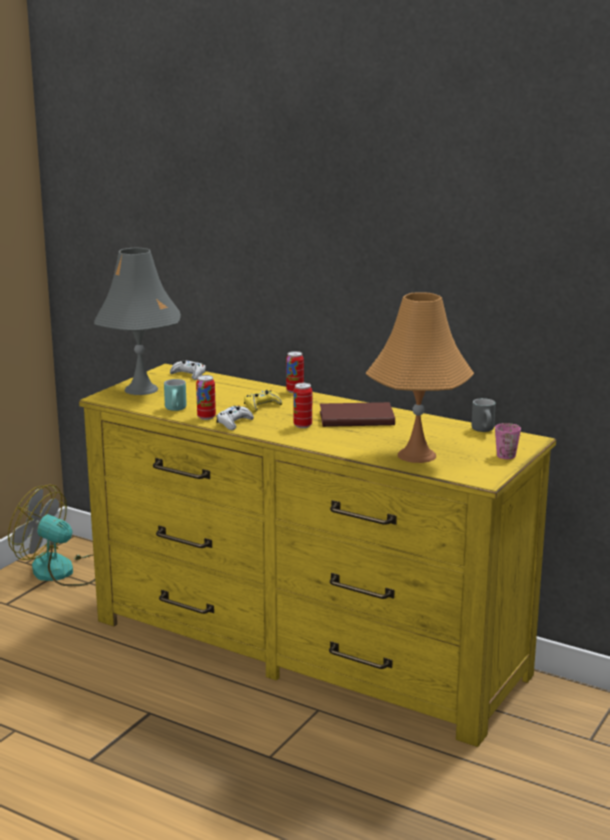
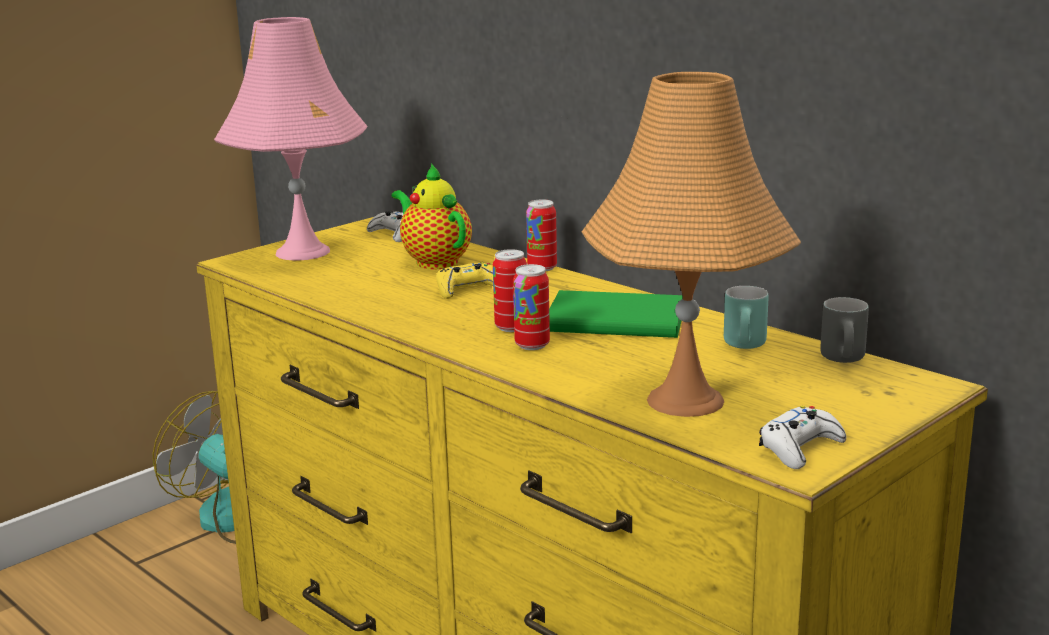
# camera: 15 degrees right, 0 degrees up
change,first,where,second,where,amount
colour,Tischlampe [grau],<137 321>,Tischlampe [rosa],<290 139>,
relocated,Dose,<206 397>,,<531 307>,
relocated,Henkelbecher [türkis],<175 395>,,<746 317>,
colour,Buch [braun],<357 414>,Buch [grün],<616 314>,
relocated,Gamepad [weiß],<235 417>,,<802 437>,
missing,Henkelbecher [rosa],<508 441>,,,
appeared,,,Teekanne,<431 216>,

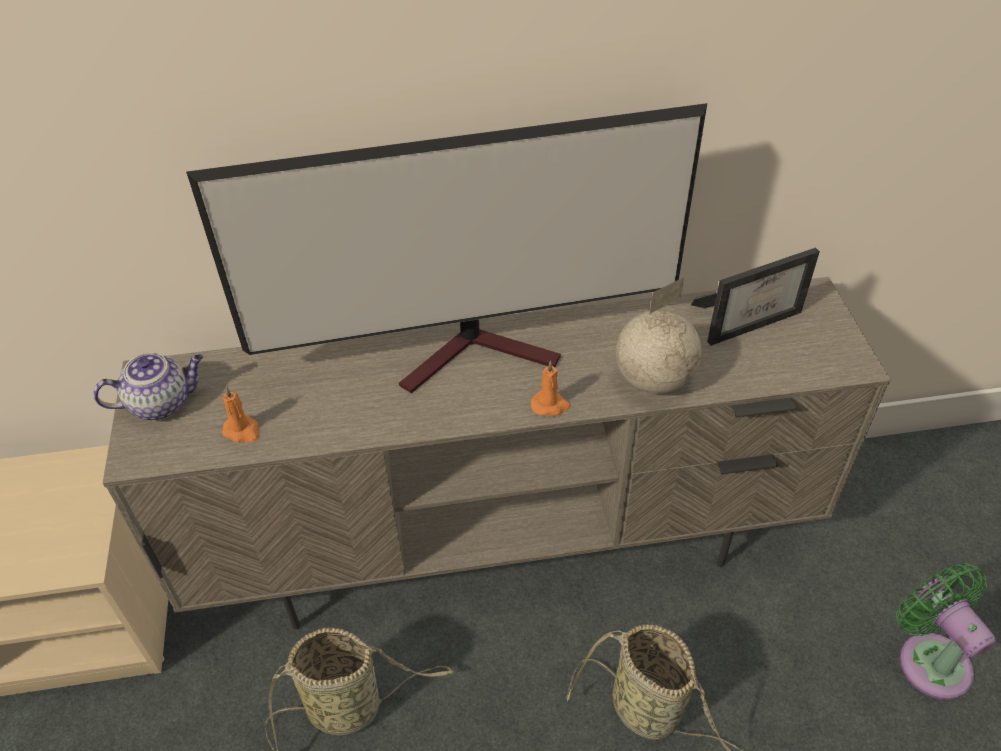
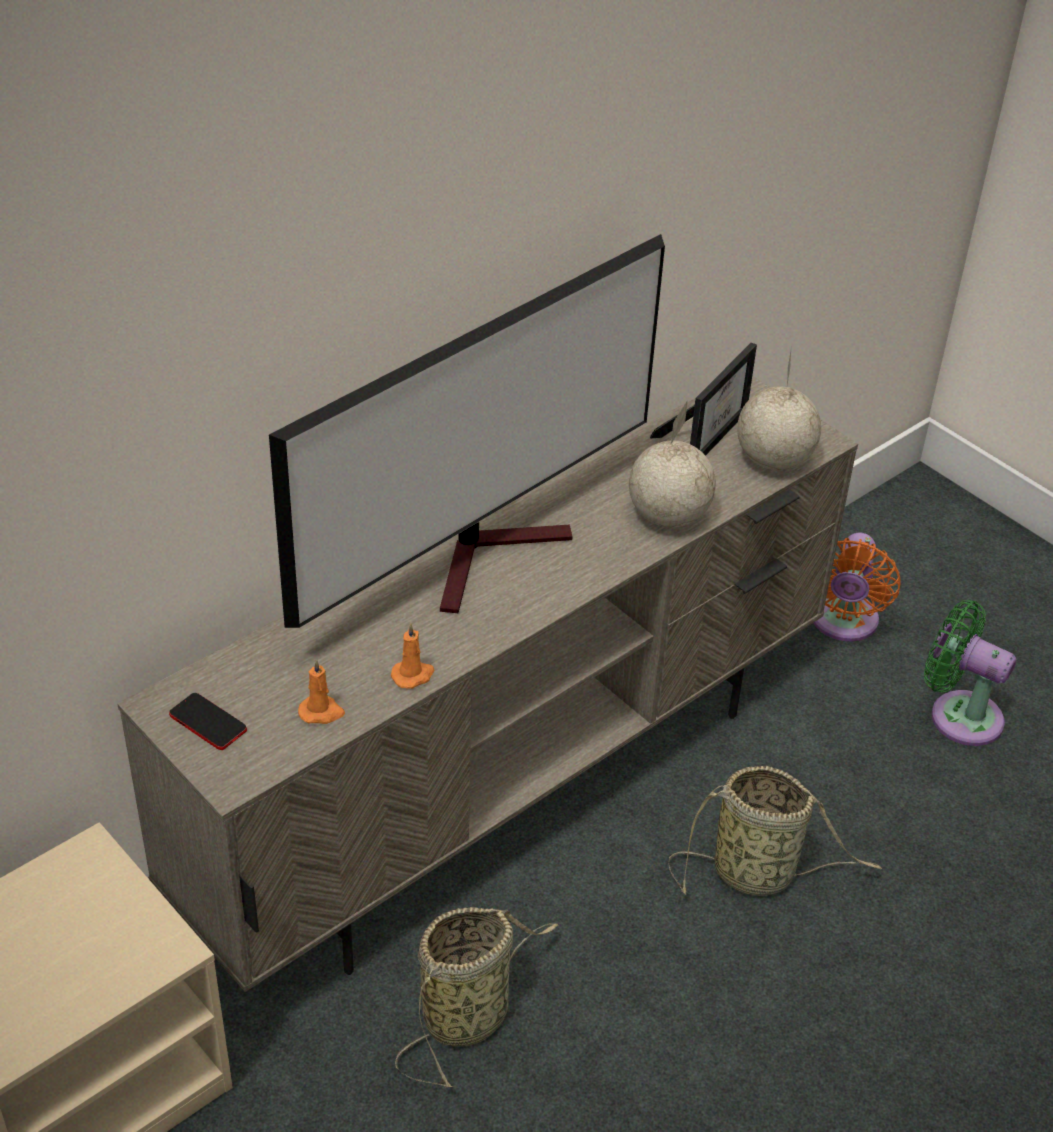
# camera: 35 degrees left, 5 degrees down
change,first,where,second,where,amount
exchanged,Teekanne,<148 387>,Handy,<208 721>,
relocated,Kerze [orange],<551 388>,,<412 656>,
appeared,,,Globus,<779 410>,
appeared,,,Ventilator [orange],<857 587>,

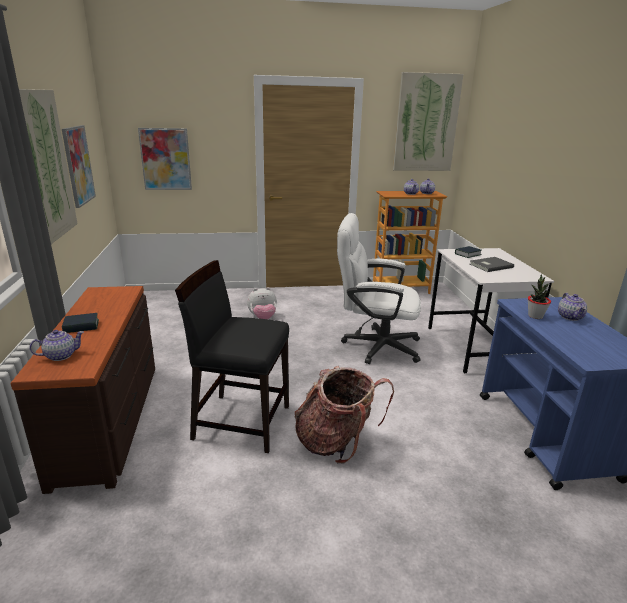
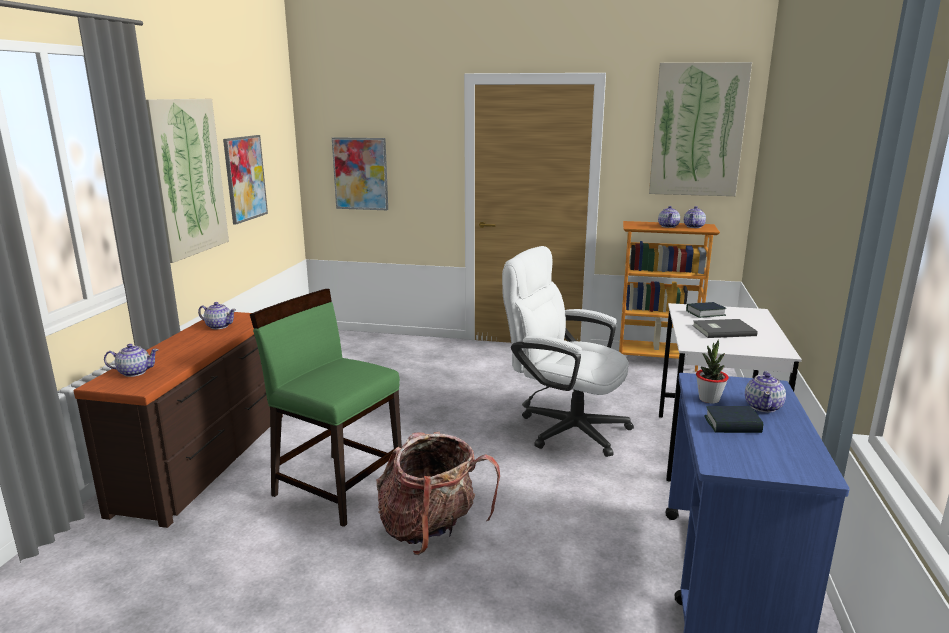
# camera: 20 degrees right, 5 degrees down
change,first,where,second,where,amount
colour,Stuhl [schwarz],<232 356>,Stuhl [grün],<326 408>,
missing,Plüschtier,<262 303>,,,
relocated,Buch,<80 323>,,<733 419>,
appeared,,,Teekanne,<217 315>,

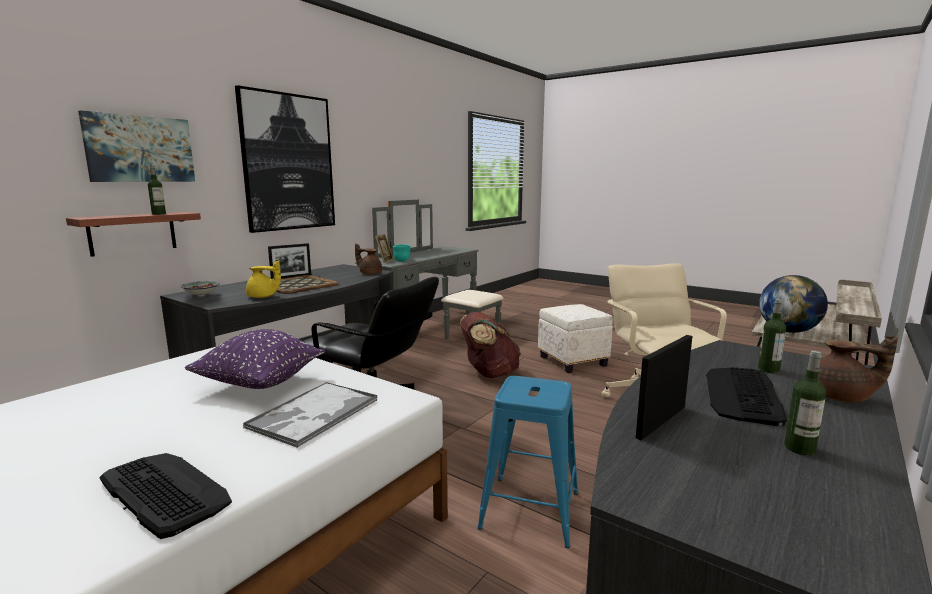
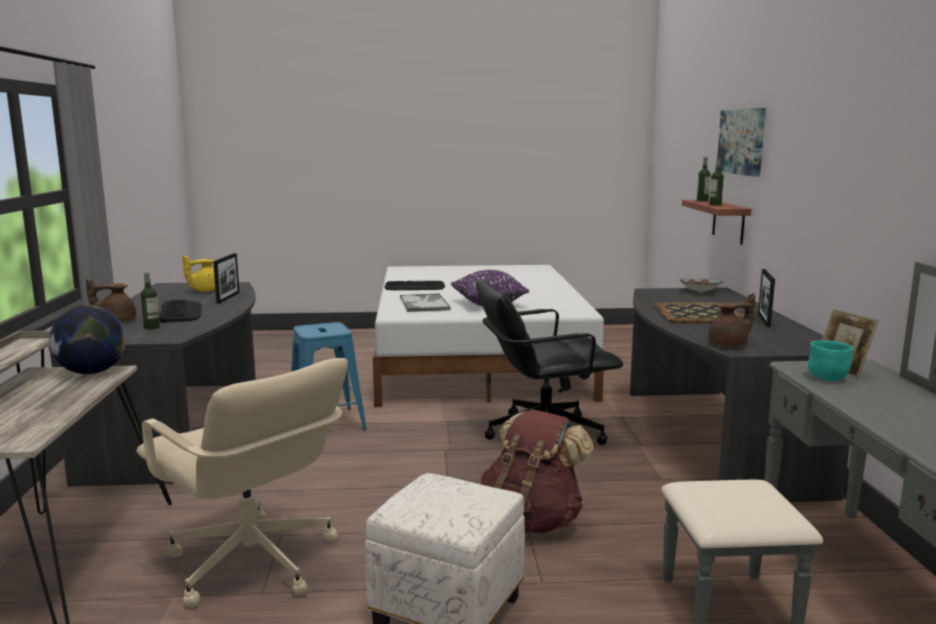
# camera: 140 degrees right, 0 degrees up
change,first,where,second,where,amount
missing,Bild,<285 159>,,,
relocated,Teekanne [gelb],<263 279>,,<199 273>,
relocated,Flasche,<805 403>,,<703 179>,

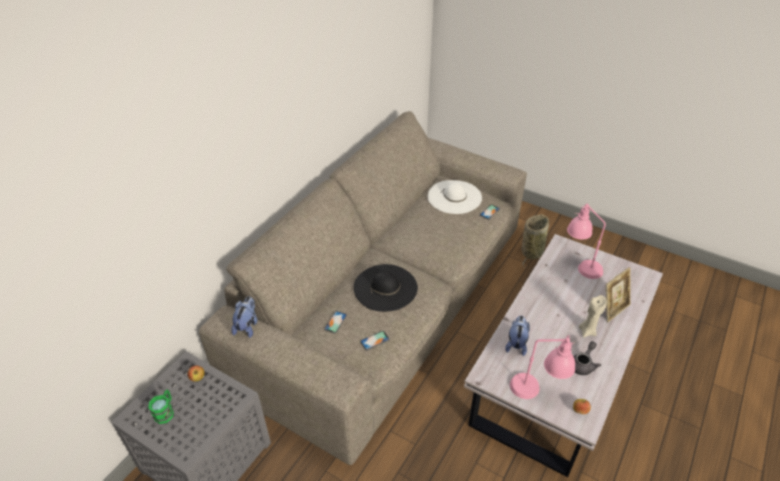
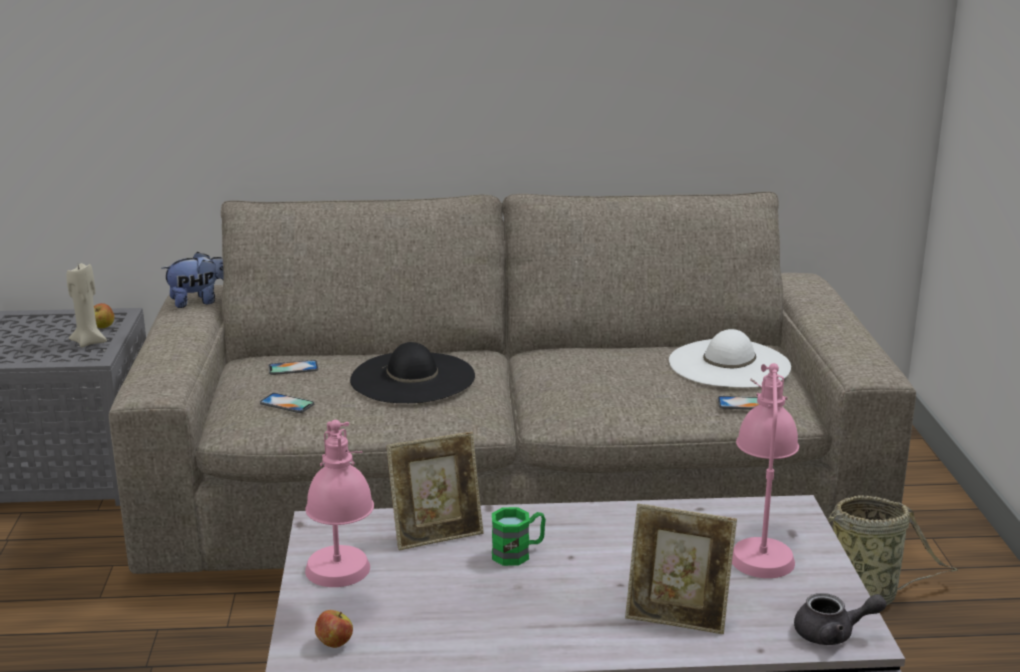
# camera: 55 degrees right, 20 degrees down
change,first,where,second,where,amount
relocated,Kerze [beige],<593 316>,,<87 305>,
exchanged,Plüschtier,<517 335>,Bilderrahmen,<435 491>,
relocated,Teekanne [grau],<587 358>,,<840 619>,
relocated,Henkelbecher [grün],<161 407>,,<519 536>,

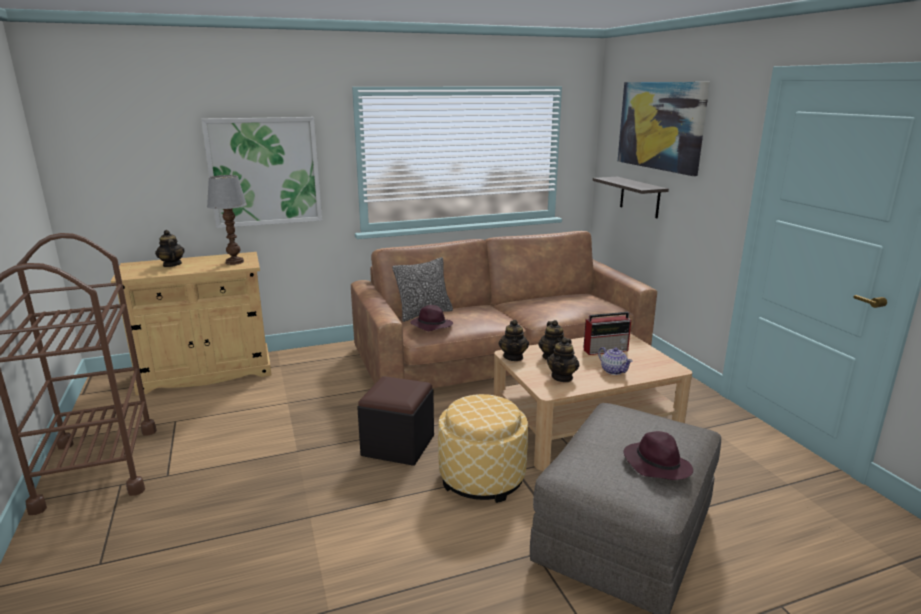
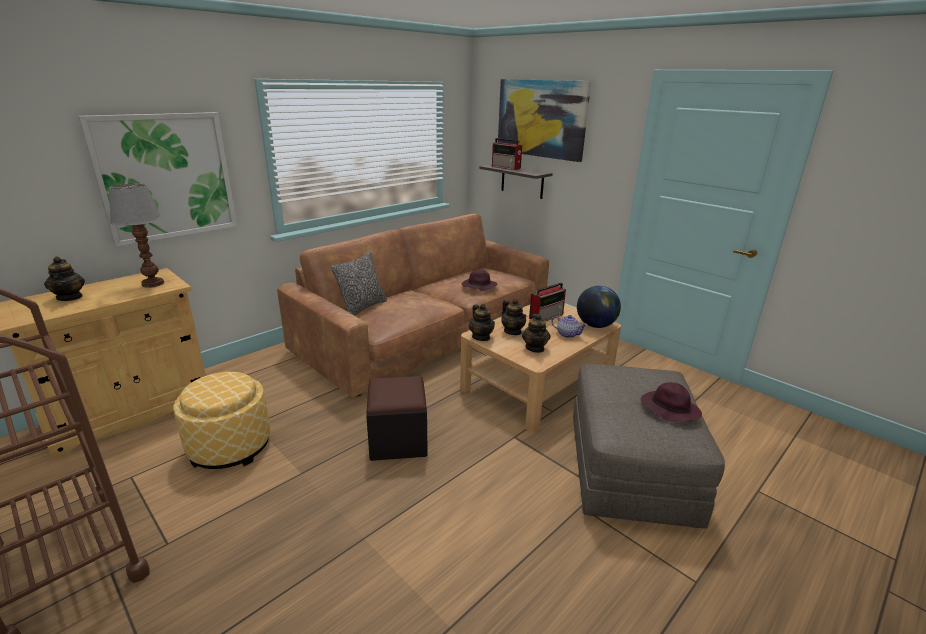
# camera: 25 degrees left, 5 degrees up
change,first,where,second,where,amount
spun,Teekanne,<170 248>,,<64 279>,150 degrees counterclockwise
relocated,Hut [lila],<431 318>,,<479 280>,
relocated,Polsterhocker,<483 448>,,<221 420>,
appeared,,,Radio,<507 154>,
appeared,,,Globus,<599 307>,

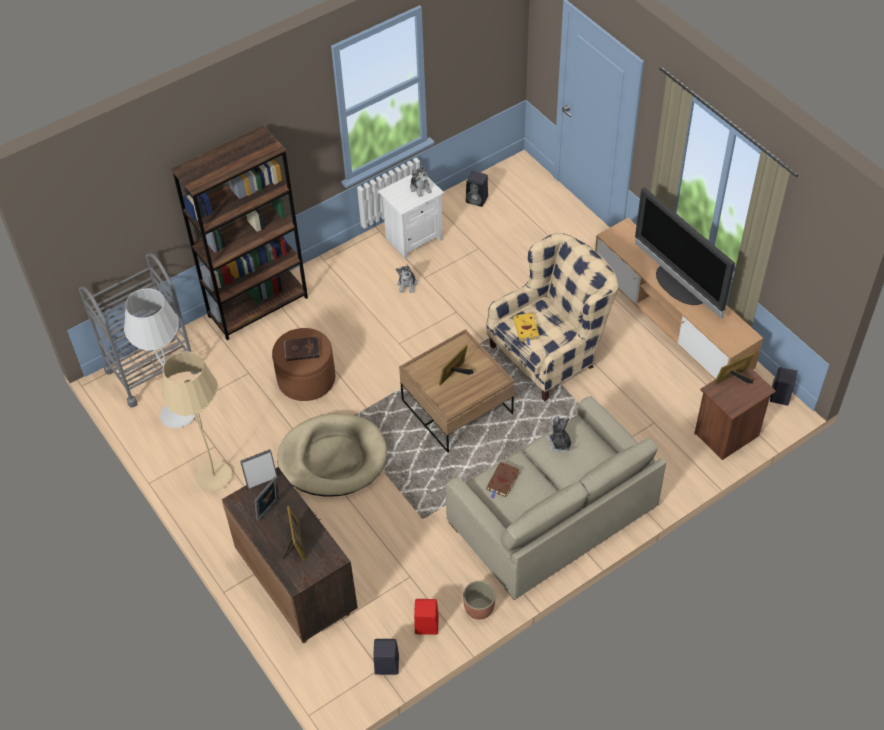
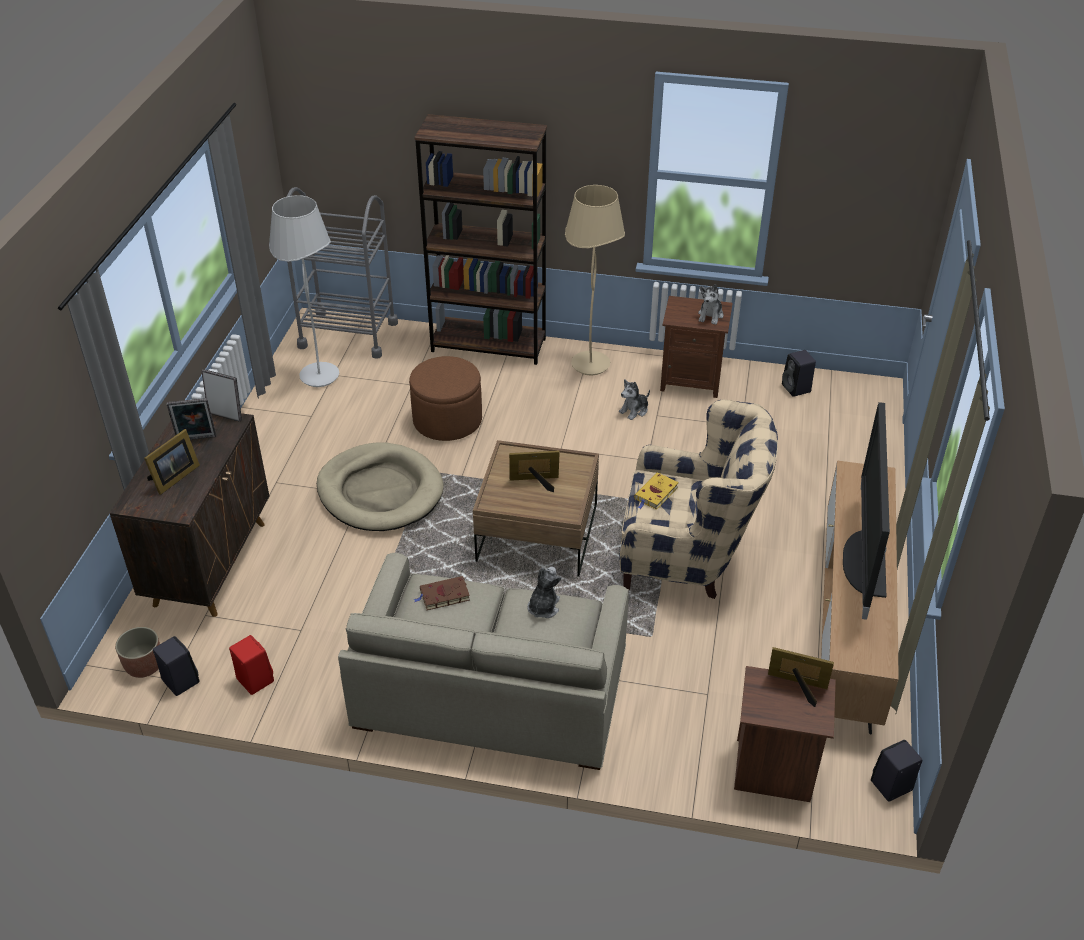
# camera: 45 degrees right, 10 degrees down
change,first,where,second,where,amount
colour,Nachttisch [weiß],<411 216>,Nachttisch [braun],<696 347>,
missing,Buch [braun],<302 349>,,,
relocated,Stehlampe [beige],<196 421>,,<595 280>,
relocated,Pflanzkübel,<479 600>,,<137 652>,

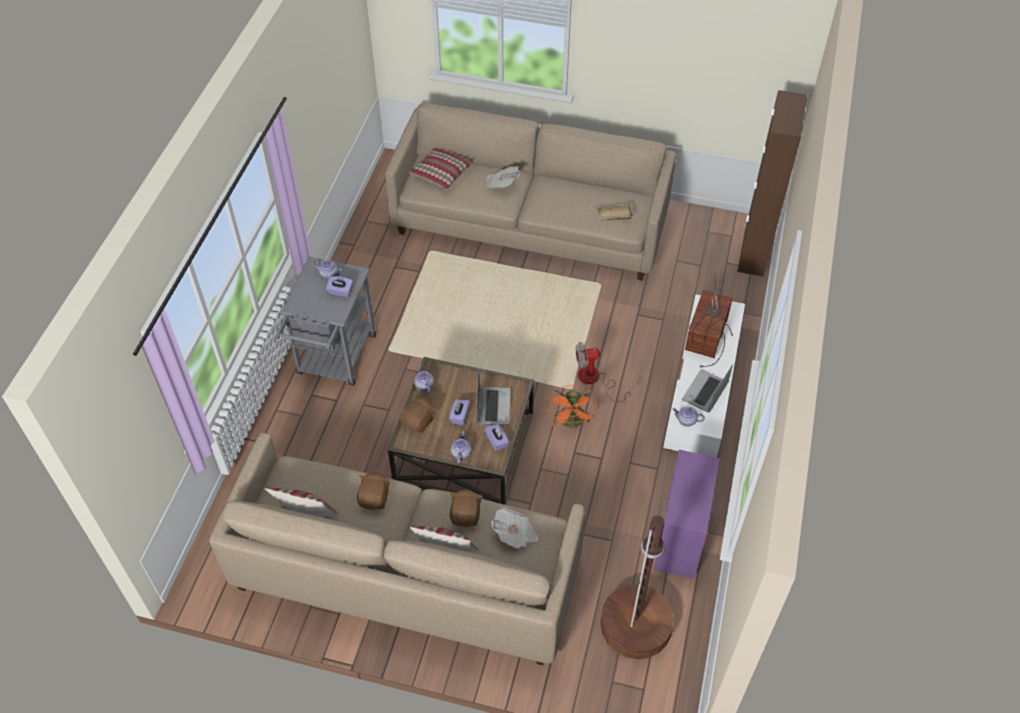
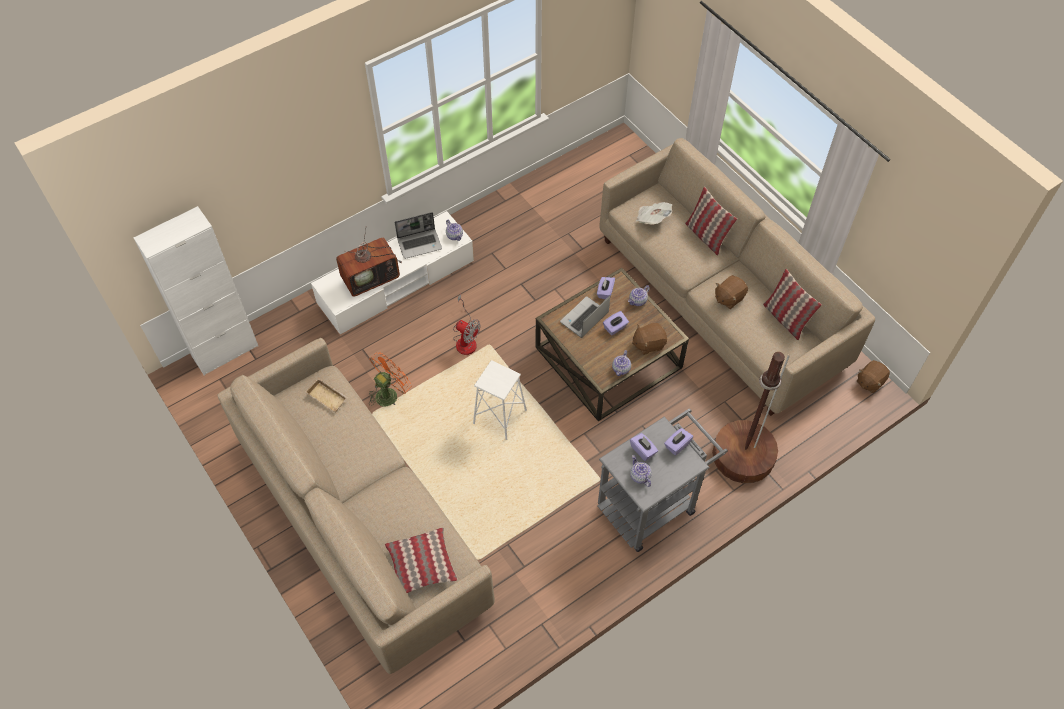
# camera: 140 degrees left, 5 degrees up
change,first,where,second,where,amount
colour,Schrank [braun],<772 183>,Schrank [weiß],<196 291>,
missing,Zeitung,<503 177>,,,
relocated,Ventilator [orange],<573 407>,,<390 379>,
missing,Kommode [lila],<687 514>,,,
relocated,Plüschtier [braun],<466 508>,,<873 376>,
relocated,Stehlampe [braun],<637 587>,,<751 417>,
appeared,,,Hocker [weiß],<500 400>,
appeared,,,Taschentuchbox [lila],<678 441>,

